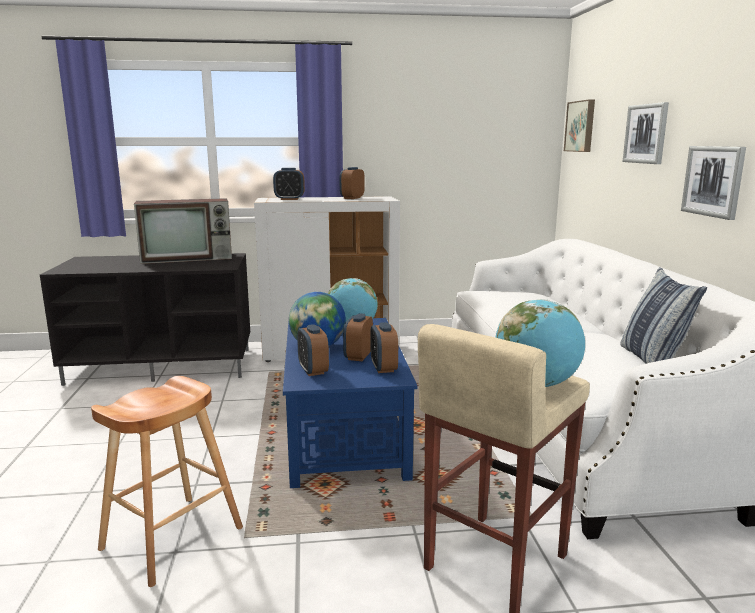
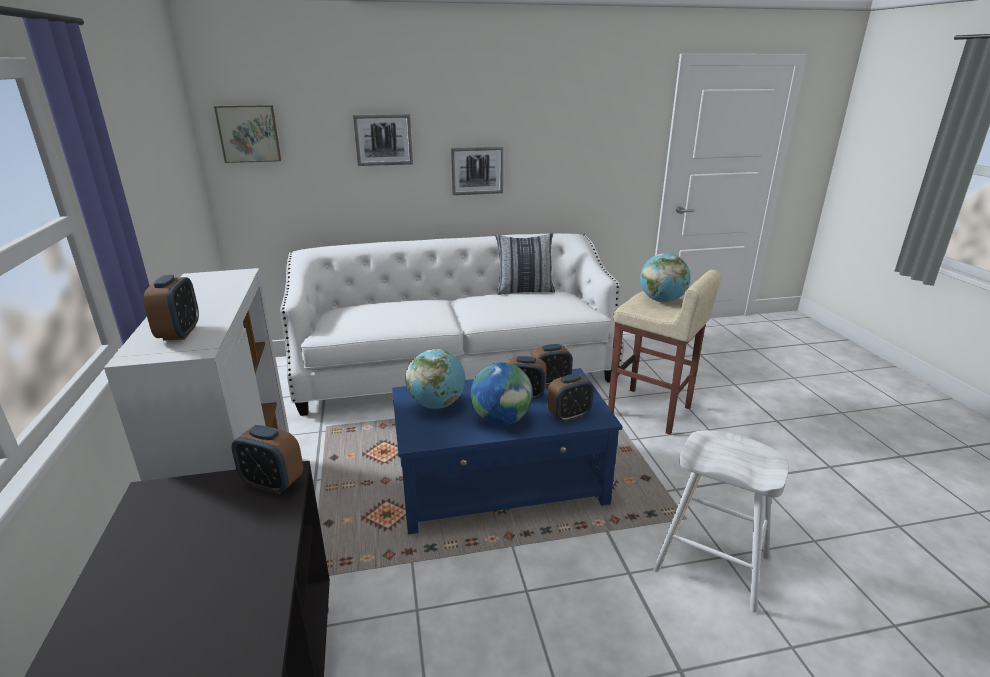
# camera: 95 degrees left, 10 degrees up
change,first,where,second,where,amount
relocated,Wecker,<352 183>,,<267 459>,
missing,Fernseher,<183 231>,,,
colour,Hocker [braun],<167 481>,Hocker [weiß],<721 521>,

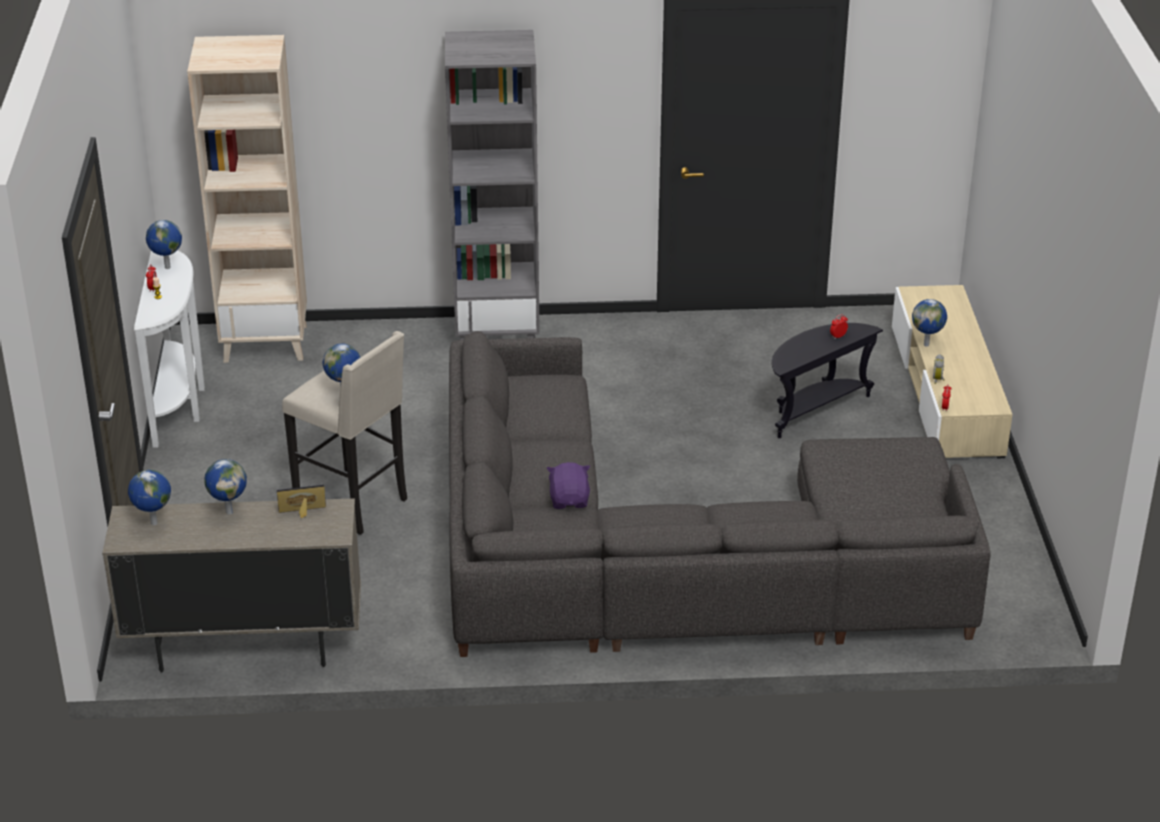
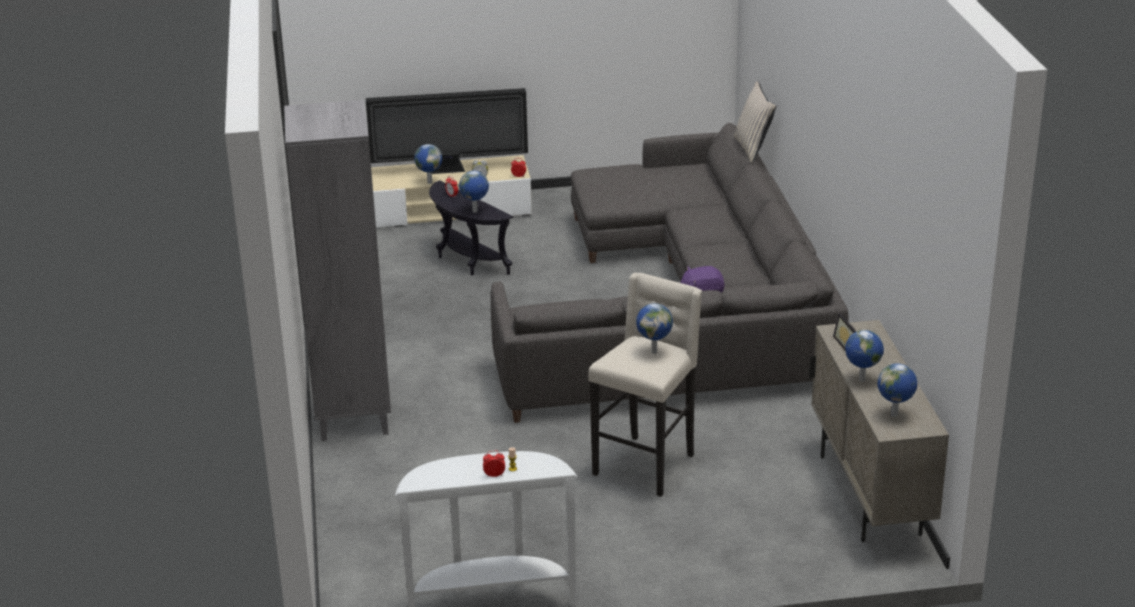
# camera: 95 degrees left, 5 degrees down
change,first,where,second,where,amount
missing,Bücherregal [beige],<247 199>,,,
relocated,Globus,<164 244>,,<474 192>,
appeared,,,Kissen [beige],<755 122>,
appeared,,,Fernseher,<447 131>,

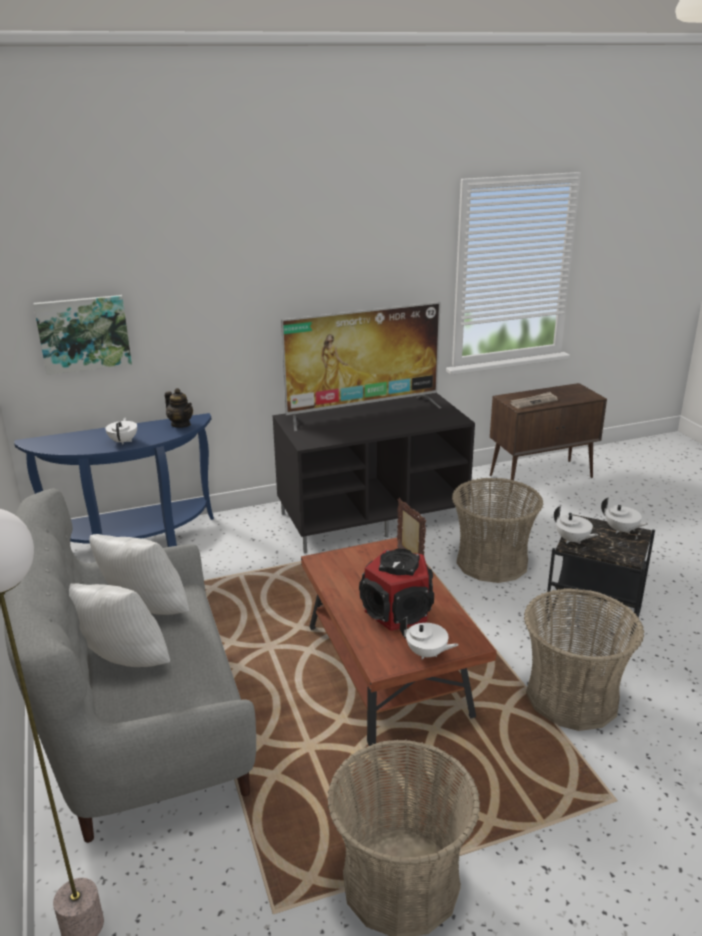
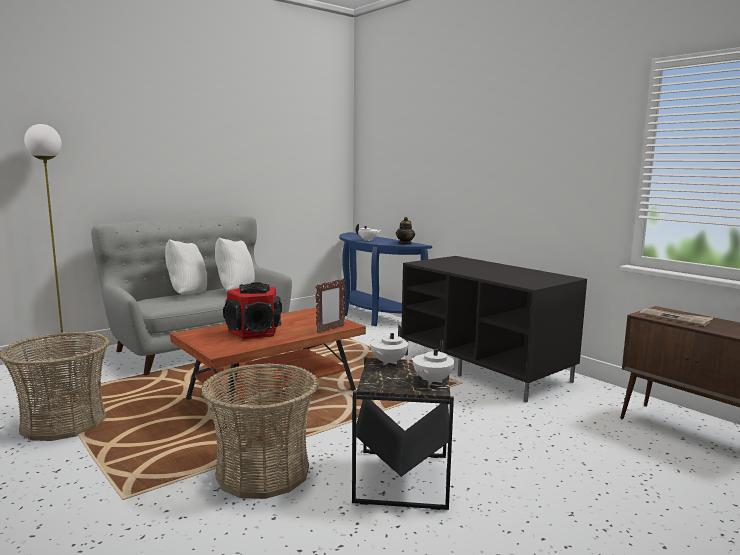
# camera: 70 degrees right, 15 degrees down
change,first,where,second,where,amount
missing,Bild,<82 335>,,,
missing,Fernseher,<361 366>,,,
missing,Korb,<497 530>,,,
missing,Teekanne [weiß],<429 638>,,,

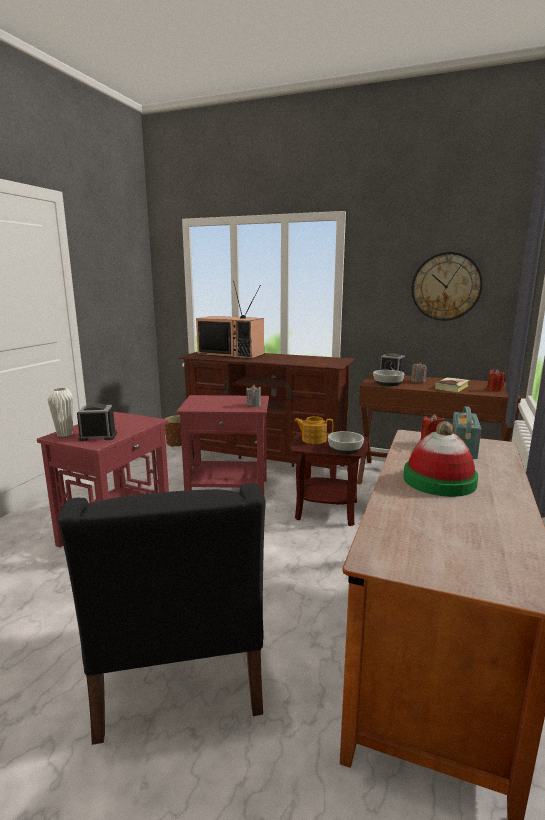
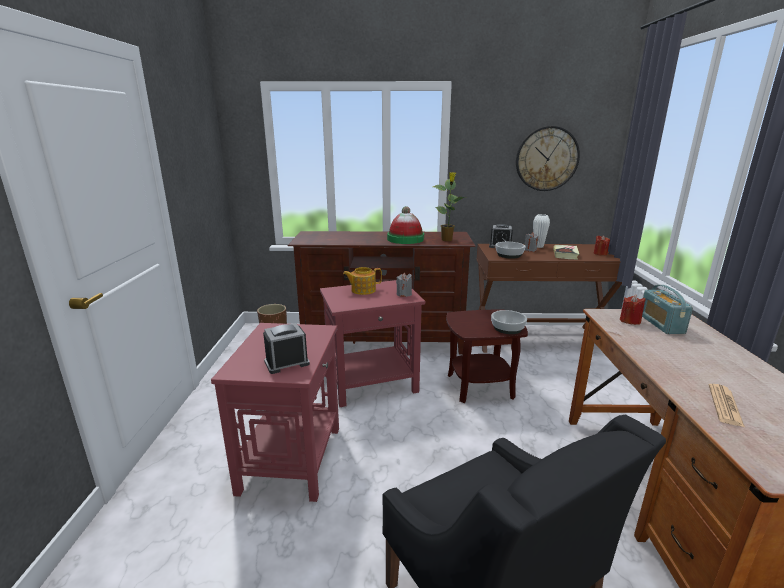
# camera: 20 degrees left, 5 degrees up
change,first,where,second,where,amount
missing,Fernseher,<230 320>,,,
relocated,Vase [weiß],<60 412>,,<541 231>,
relocated,Teekanne,<313 430>,,<362 281>,
relocated,Hut,<440 459>,,<405 225>,
appeared,,,Topfpflanze,<449 206>,
appeared,,,Zeitung,<727 405>,

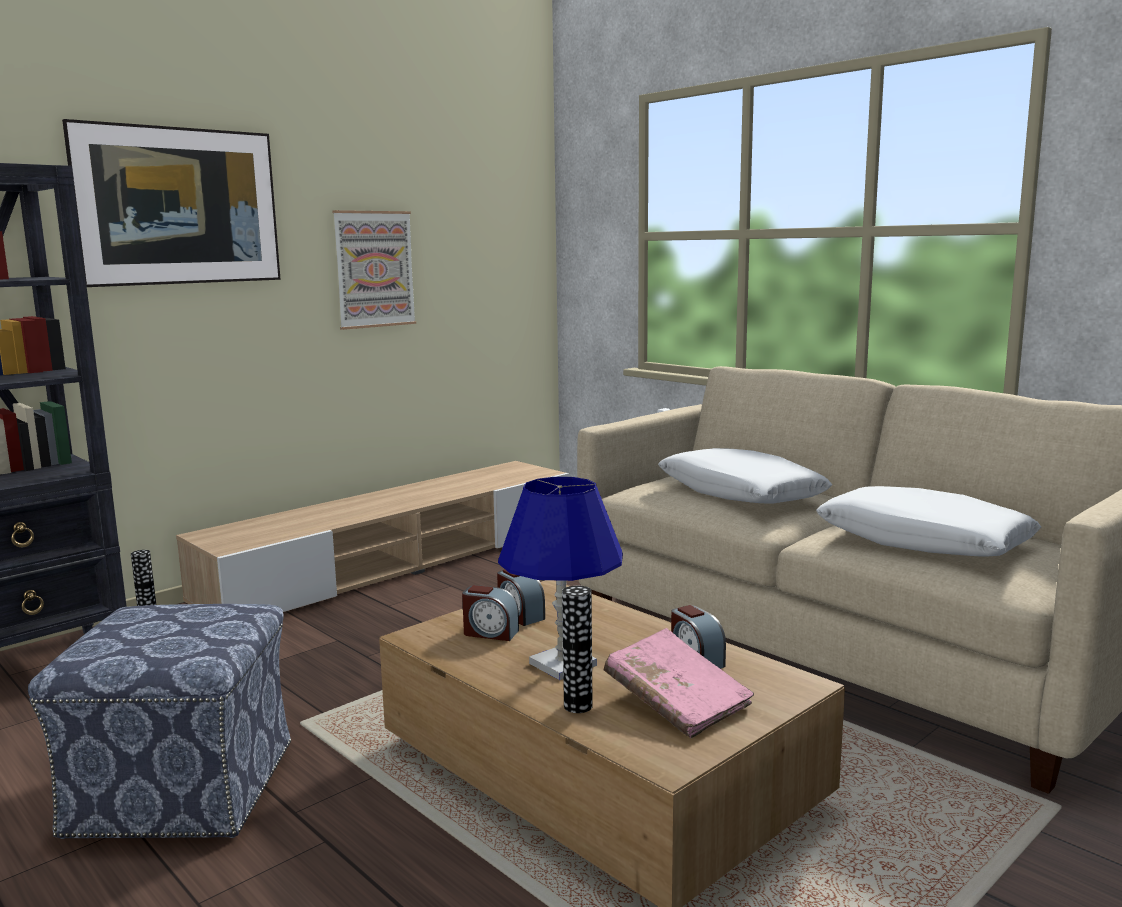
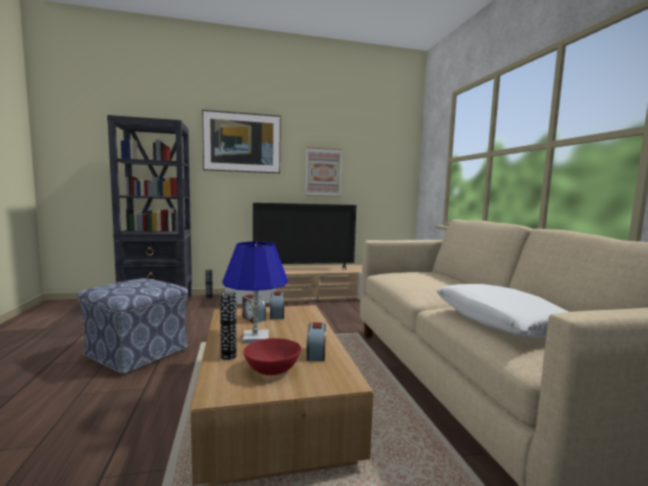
# camera: 30 degrees right, 5 degrees down
change,first,where,second,where,amount
missing,Kissen [weiß],<745 476>,,,
exchanged,Buch [rosa],<679 683>,Schüssel [rot],<272 356>,
appeared,,,Fernseher,<304 236>,

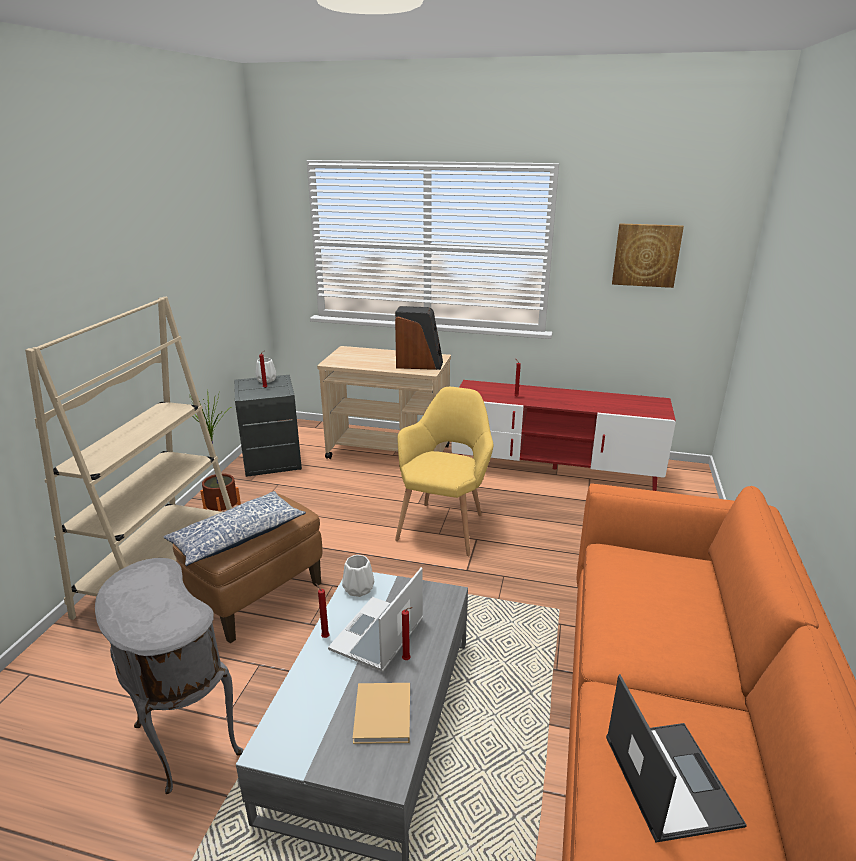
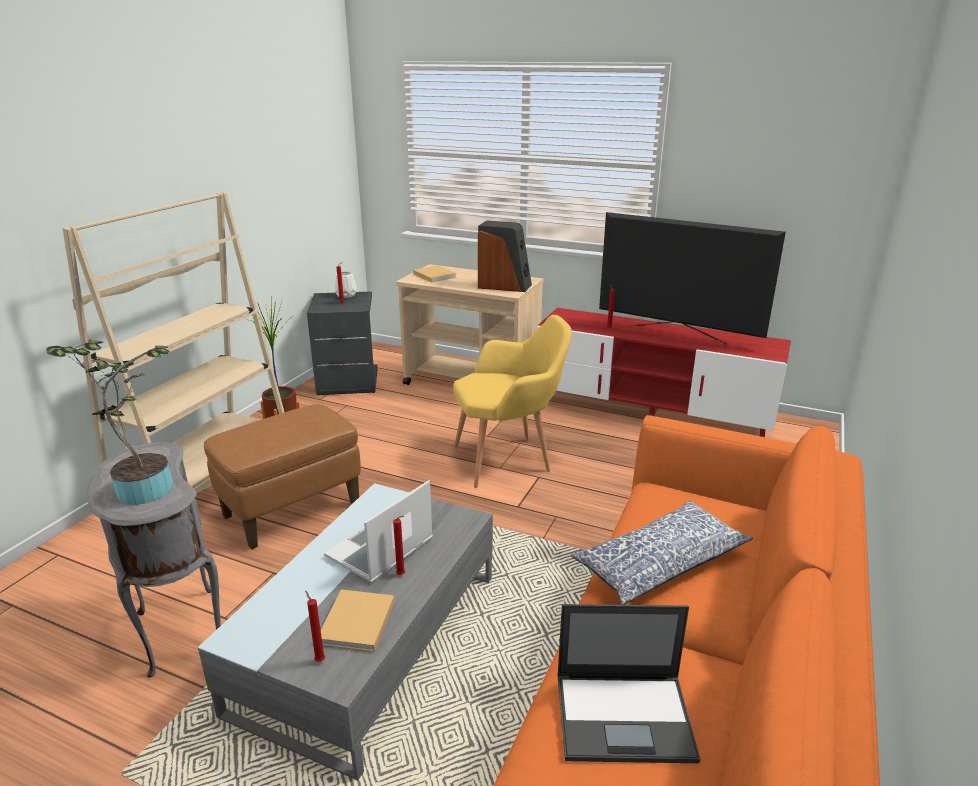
# camera: 10 degrees right, 0 degrees up
change,first,where,second,where,amount
missing,Bild,<648 255>,,,
spun,Sessel [gelb],<444 471>,,<512 401>,45 degrees clockwise
relocated,Kissen,<235 528>,,<662 552>,
missing,Vase [weiß],<358 576>,,,
relocated,Kerze [rot],<322 610>,,<315 626>,
spun,Laptop,<676 758>,,<629 683>,90 degrees clockwise
appeared,,,Fernseher,<692 278>,
appeared,,,Buch [beige],<435 274>,
appeared,,,Topfpflanze,<109 422>,

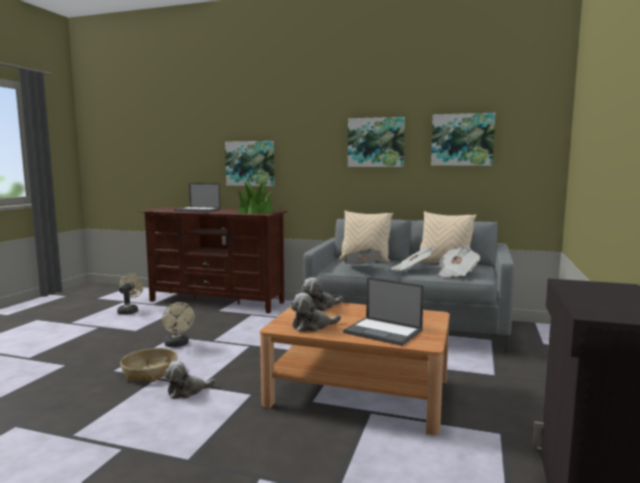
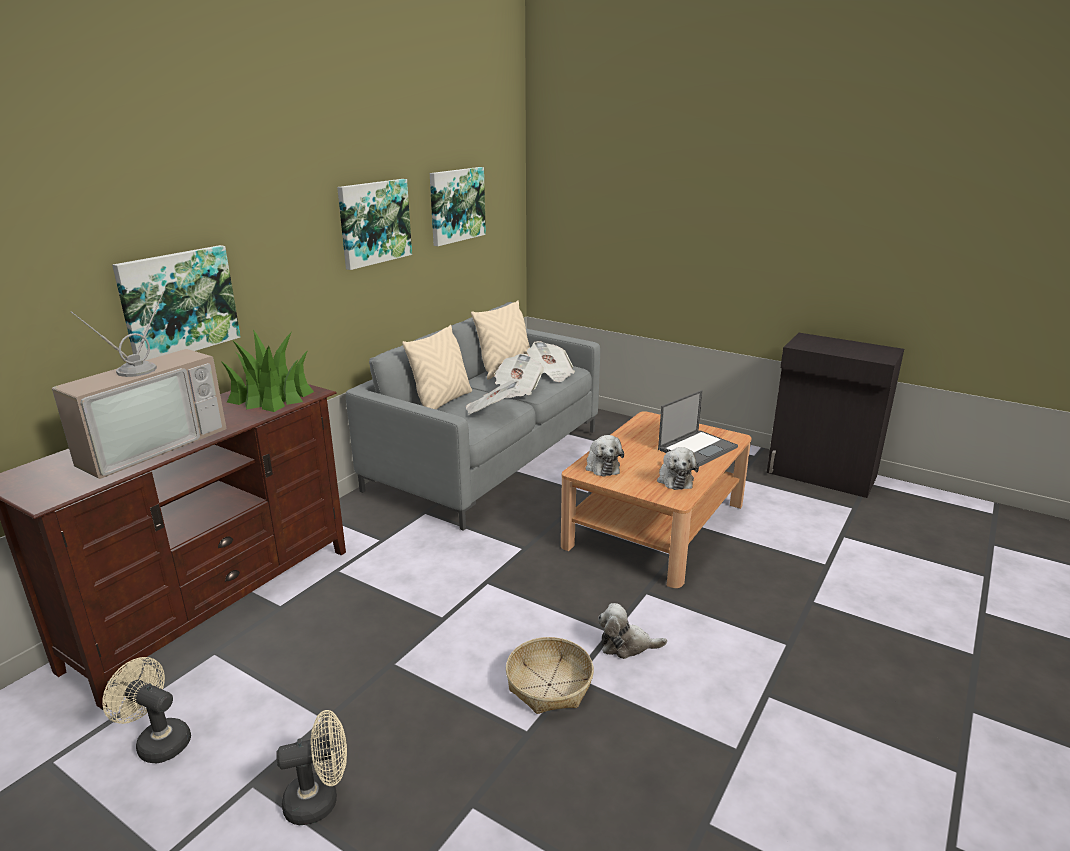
# camera: 75 degrees left, 15 degrees up
change,first,where,second,where,amount
exchanged,Laptop,<197 197>,Fernseher,<139 385>,
relocated,Ventilator [beige],<178 324>,,<311 767>,
spun,Plüschtier,<190 380>,,<632 631>,105 degrees clockwise

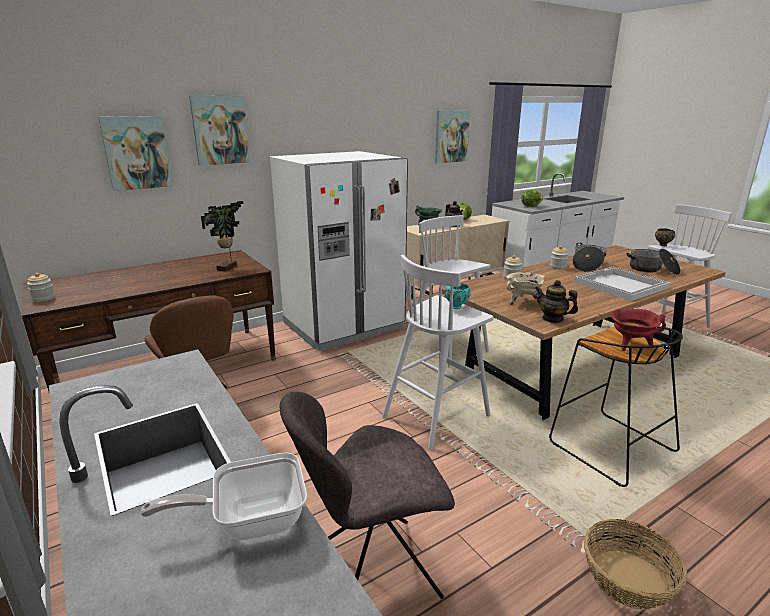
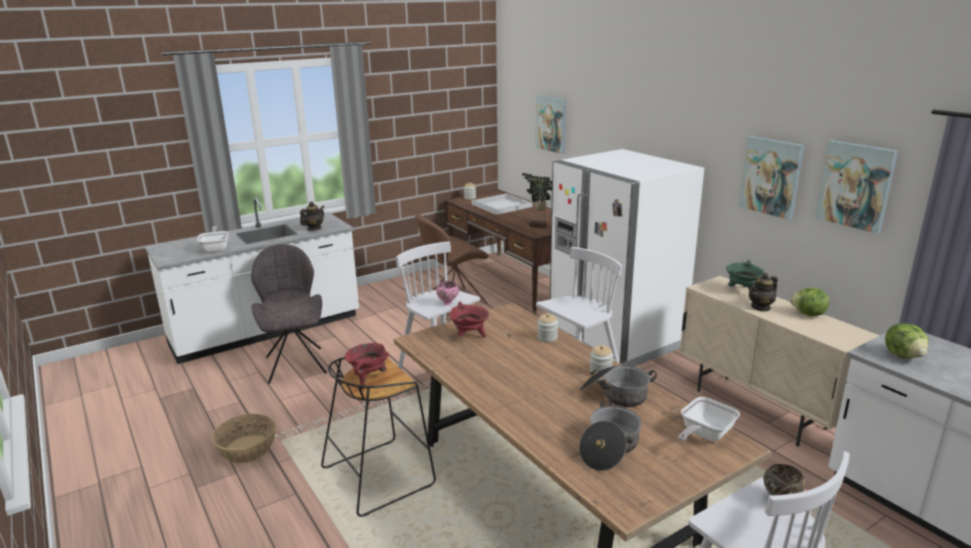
# camera: 90 degrees right, 0 degrees up
change,first,where,second,where,amount
relocated,Bild,<219 130>,,<771 178>,
relocated,Tablett [weiß],<622 284>,,<502 204>,
colour,Kochtopf [beige],<525 288>,Kochtopf [rot],<469 319>,
relocated,Teekanne,<556 301>,,<312 216>,
colour,Schüssel [türkis],<458 296>,Schüssel [rosa],<447 293>,
appeared,,,Pfanne,<709 419>,

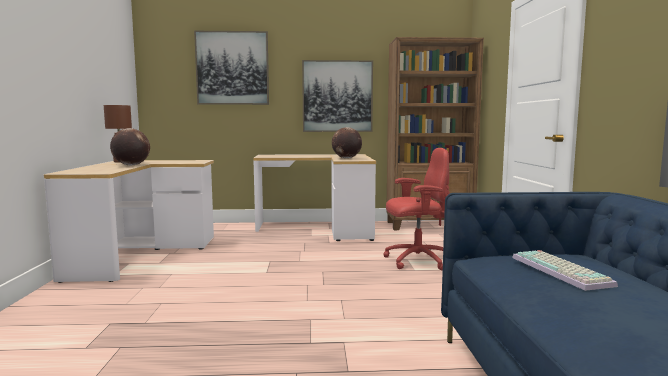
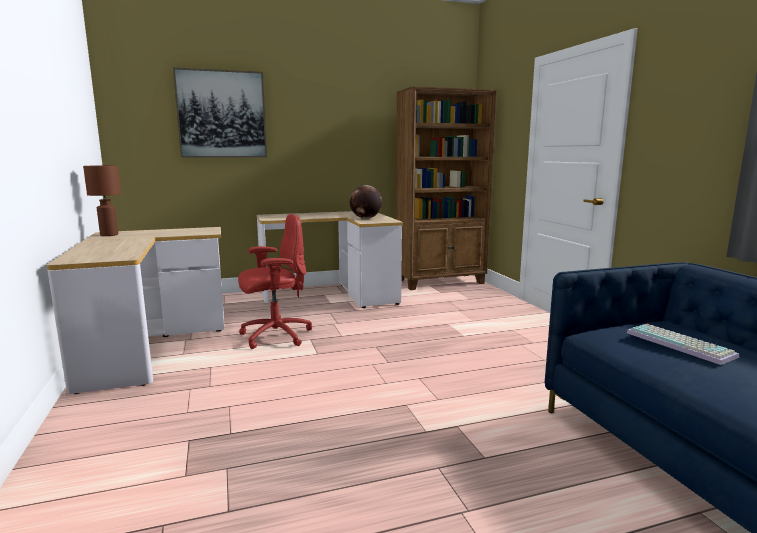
# camera: 15 degrees left, 5 degrees up
change,first,where,second,where,amount
missing,Bild,<337 96>,,,
missing,Globus,<130 146>,,,
relocated,Bürostuhl [rot],<416 209>,,<275 281>,

